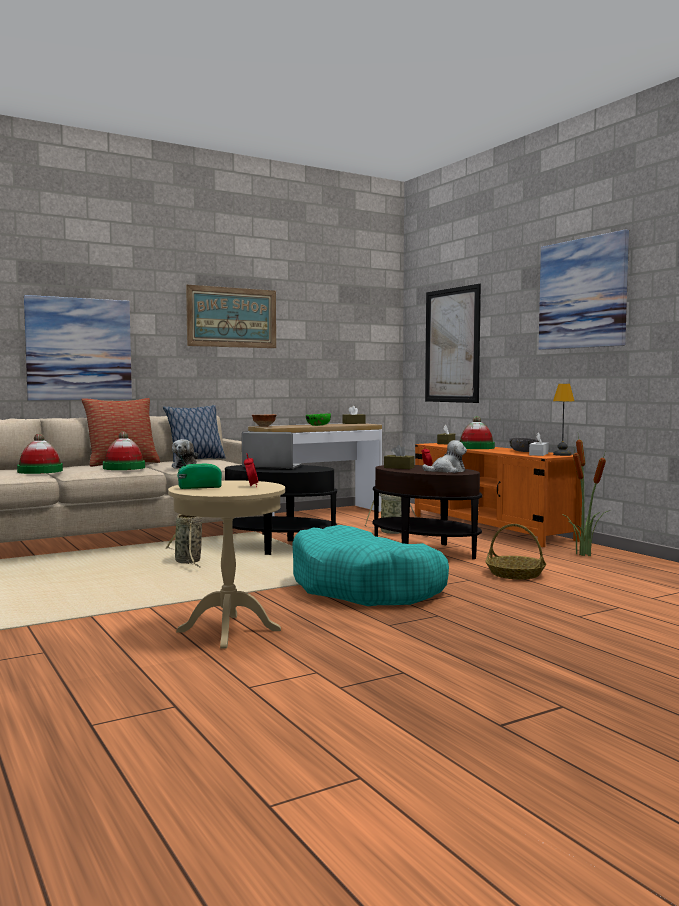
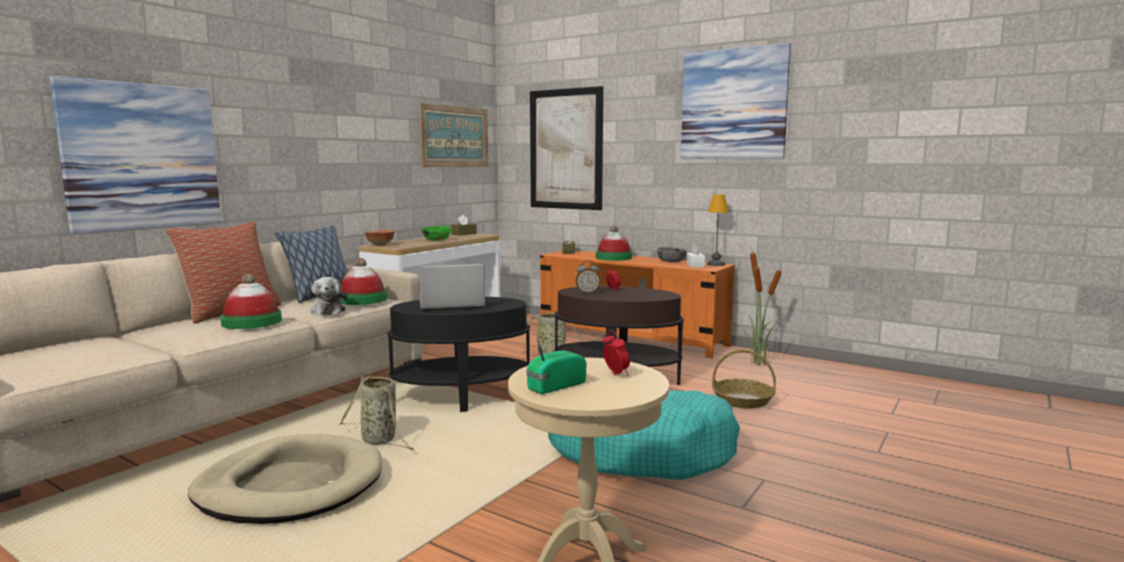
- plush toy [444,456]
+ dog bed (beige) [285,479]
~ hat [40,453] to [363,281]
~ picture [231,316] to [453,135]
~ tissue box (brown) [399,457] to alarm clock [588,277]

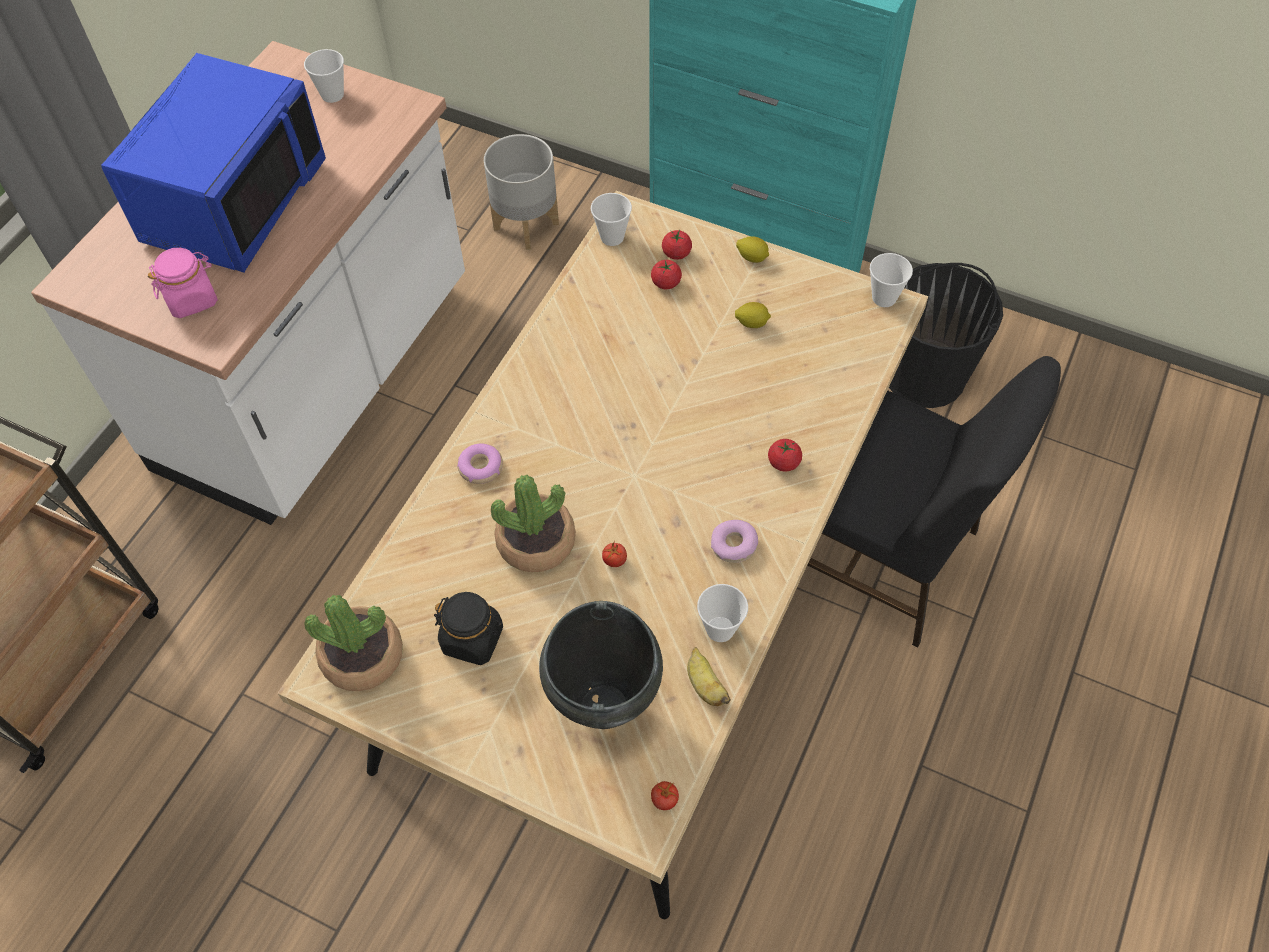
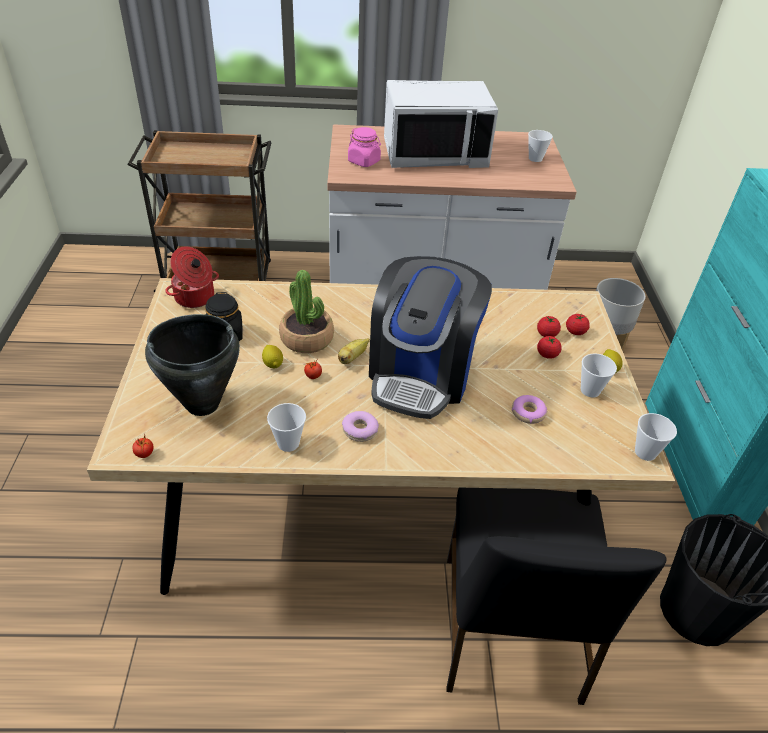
+ coffee machine [430,337]
~ donut [480,463] to [529,409]
~ cup [611,219] to [599,375]
~ banana [709,676] to [354,351]
~ lemon [753,315] to [272,356]
~ tomato [785,455] to [549,347]
~ potted plant [354,643] to cooking pot [192,277]
~ microwave (blue) [213,163] to microwave (white) [441,124]

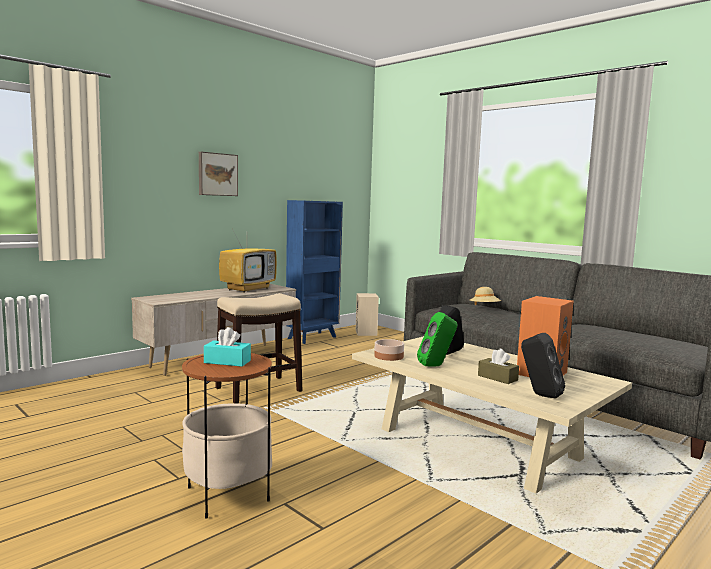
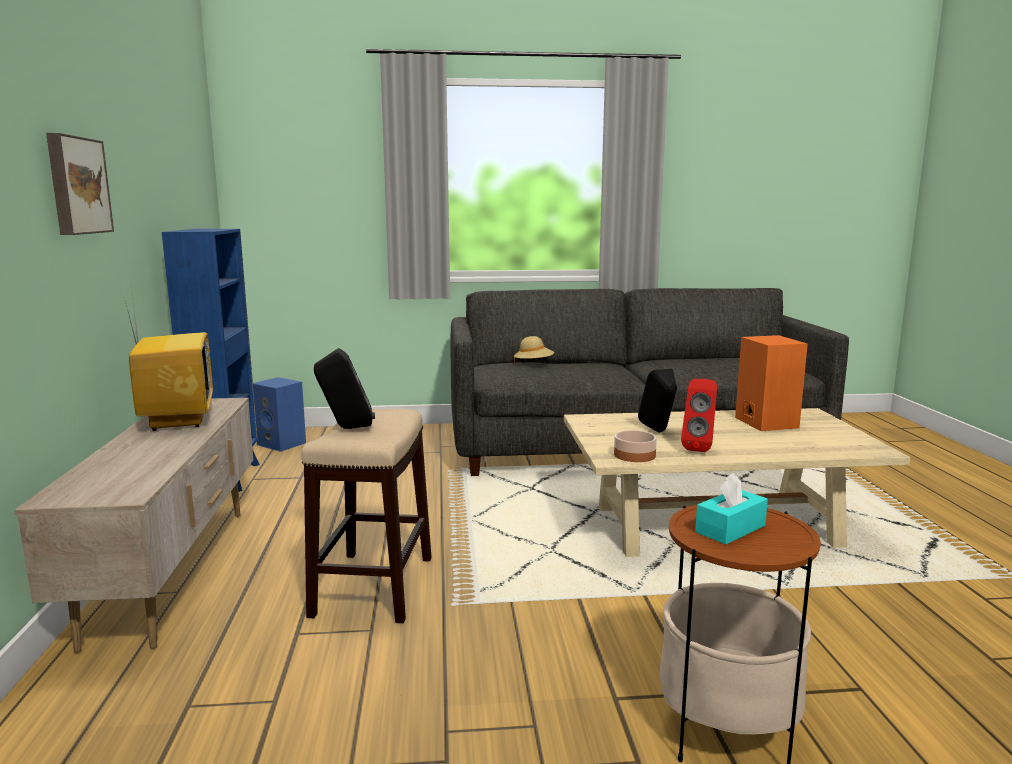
- tissue box (brown) [498,366]
~ speaker (black) [543,366] to [344,388]
~ speaker (beige) [367,314] to speaker (blue) [279,414]
~ speaker (green) [437,339] to speaker (red) [699,415]

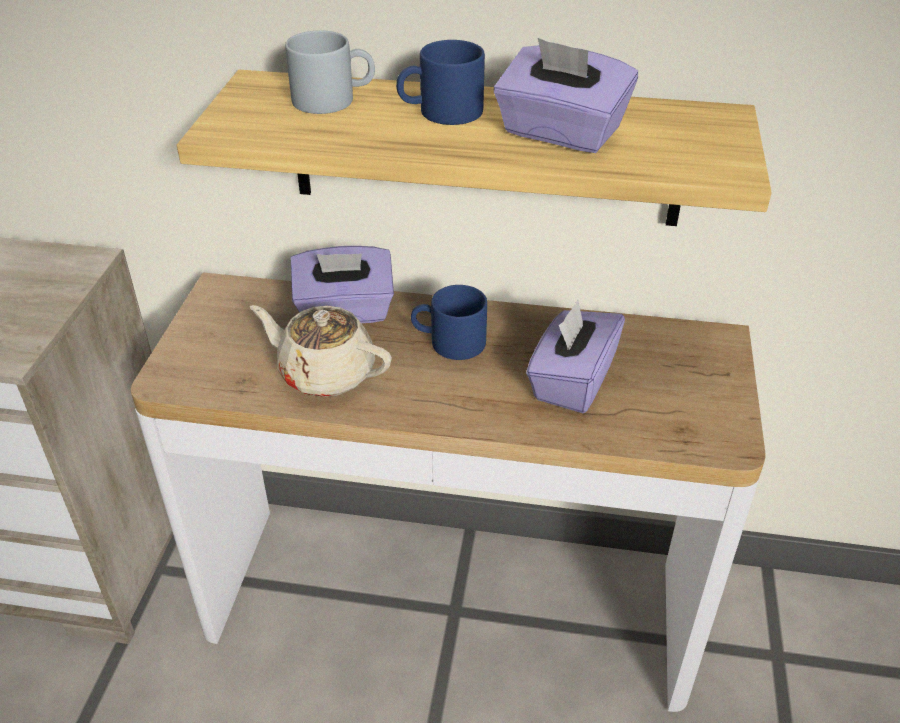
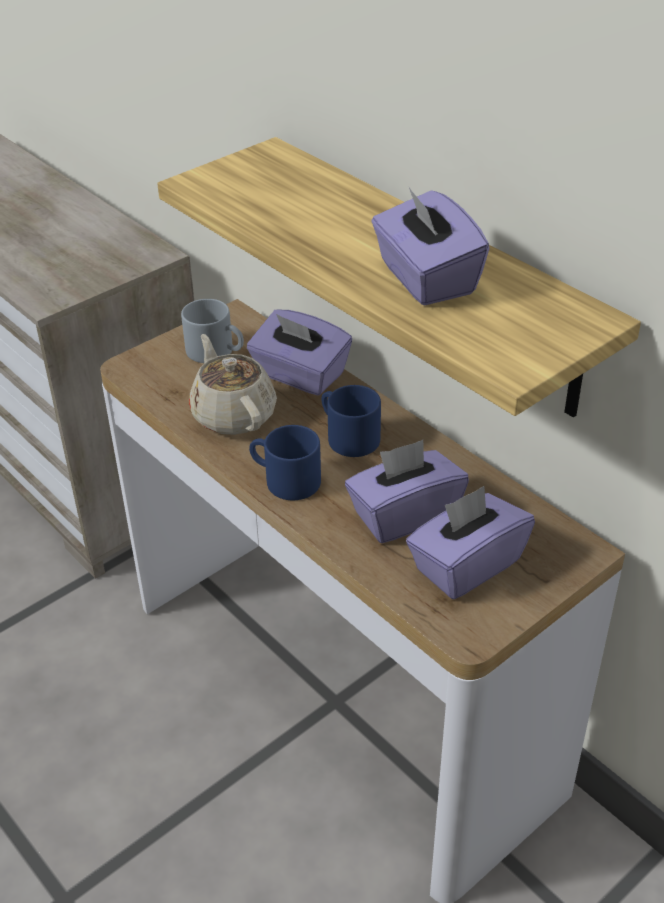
+ tissue box (purple) [470,542]
~ mug (grey) [330,72] to [212,331]
~ mug (blue) [440,82] to [285,462]

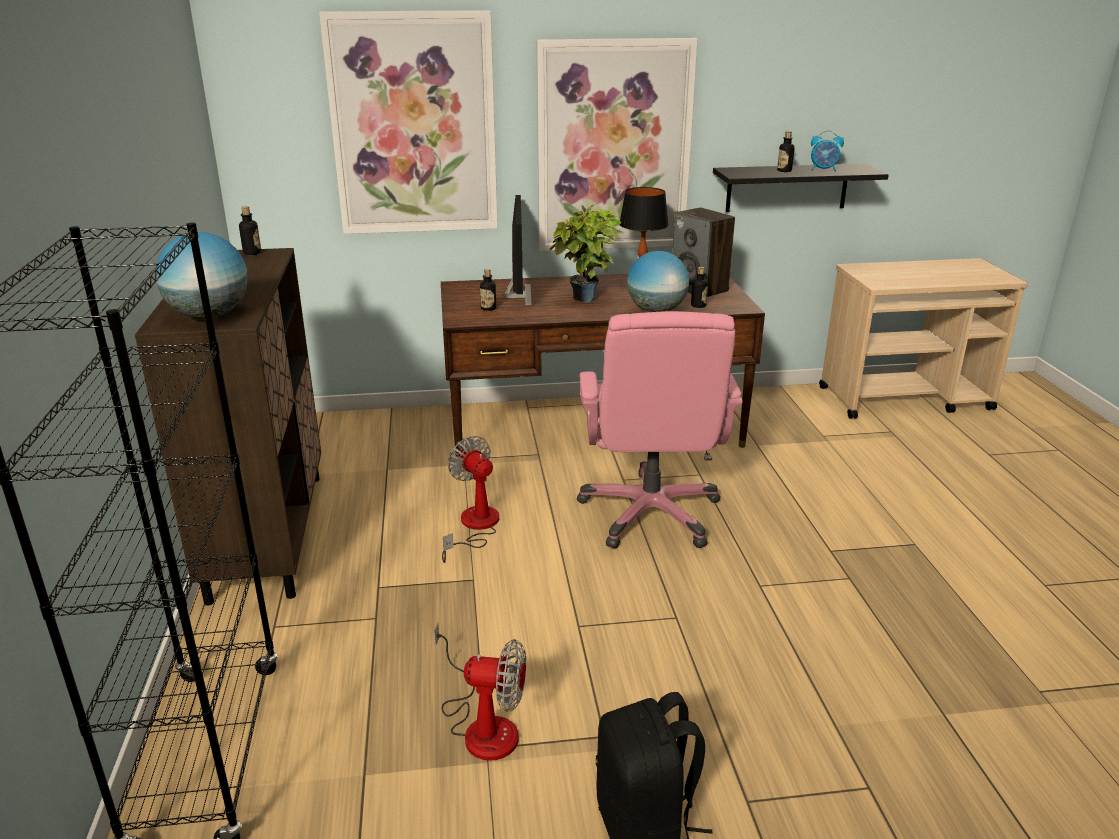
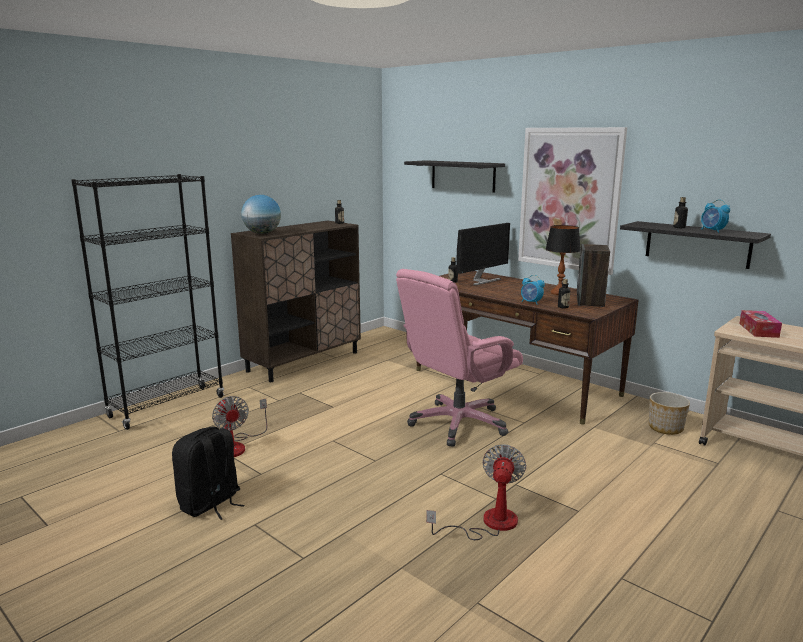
- potted plant [586,254]
+ planter [669,413]
+ tissue box [760,324]
~ fan [470,499] to [476,492]
~ picture [408,122] to shelf (black) [454,176]
~ globe [658,281] to alarm clock [533,290]

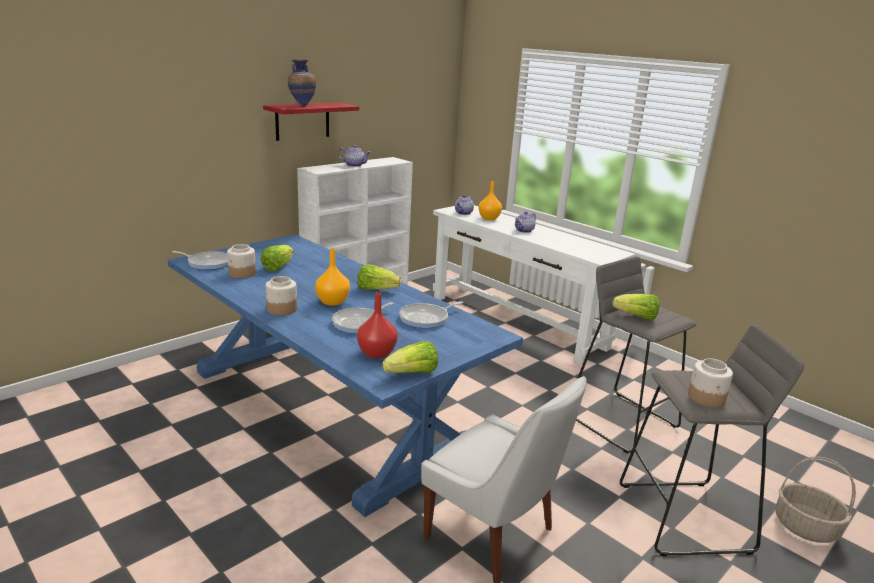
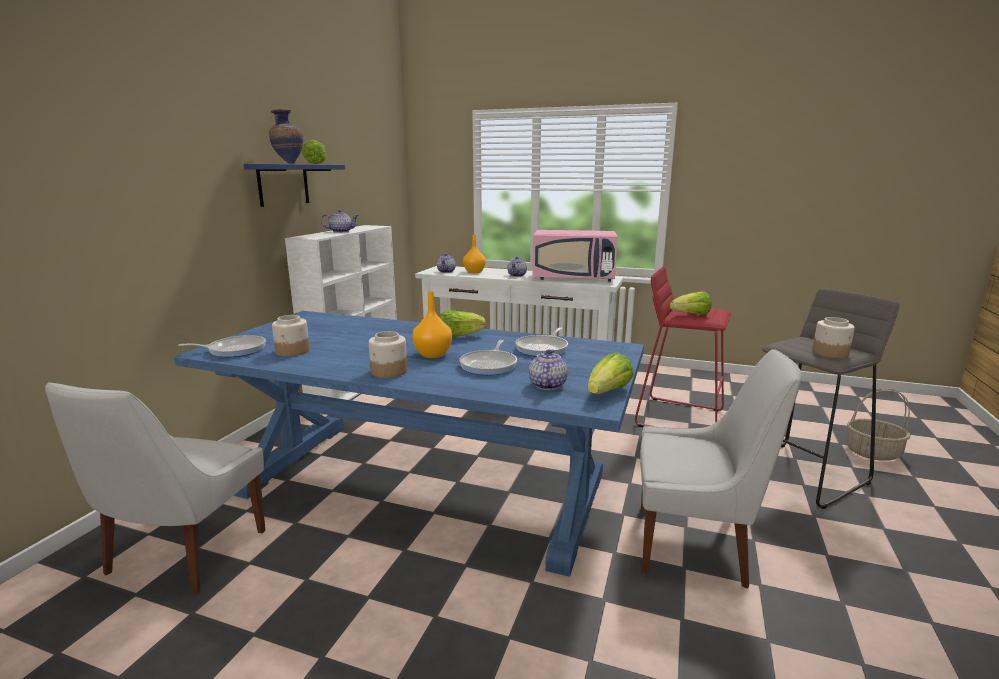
+ chair (white) [155,488]
+ microwave (pink) [575,256]
~ lettuce [277,258] to [314,151]
~ vase (red) [377,325] to teapot [548,369]
~ shelf (red) [311,121] to shelf (blue) [294,185]
~ stool (grey) [636,355] to stool (red) [683,347]

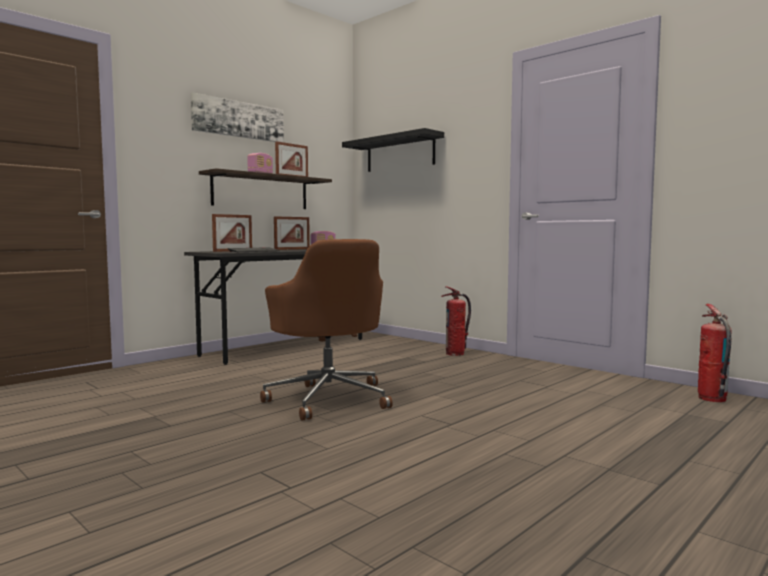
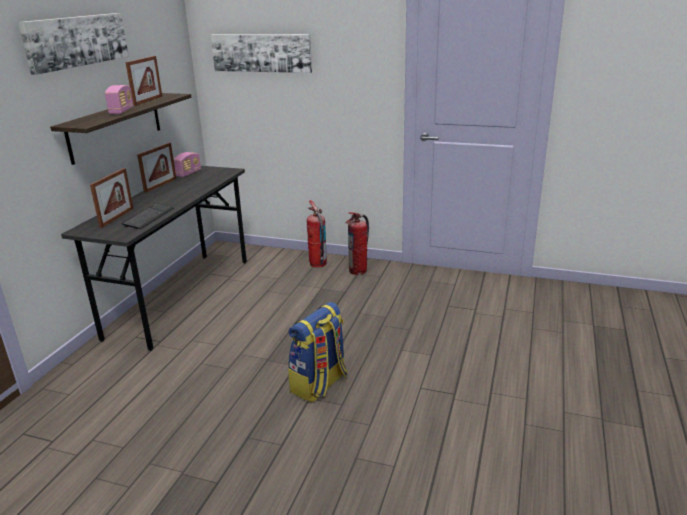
~ fire extinguisher [715,353] to [317,234]
~ office chair (brown) [326,329] to backpack [317,352]
~ shelf (black) [393,150] to picture [261,53]

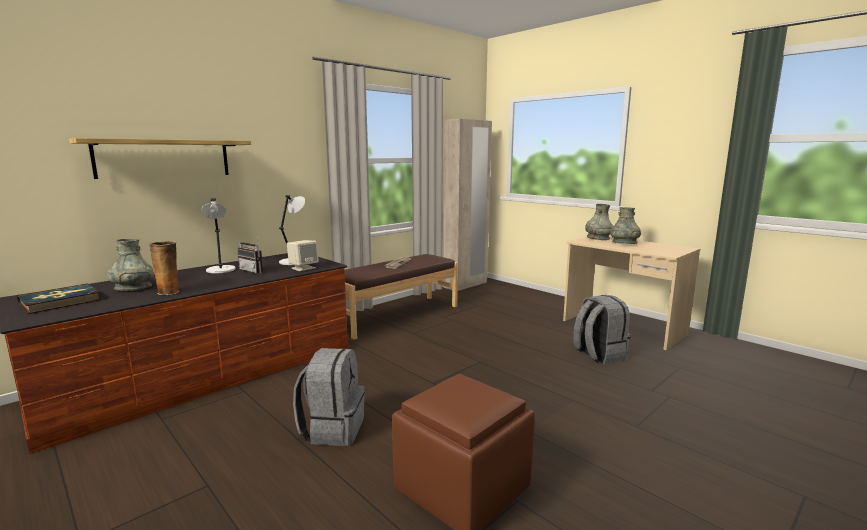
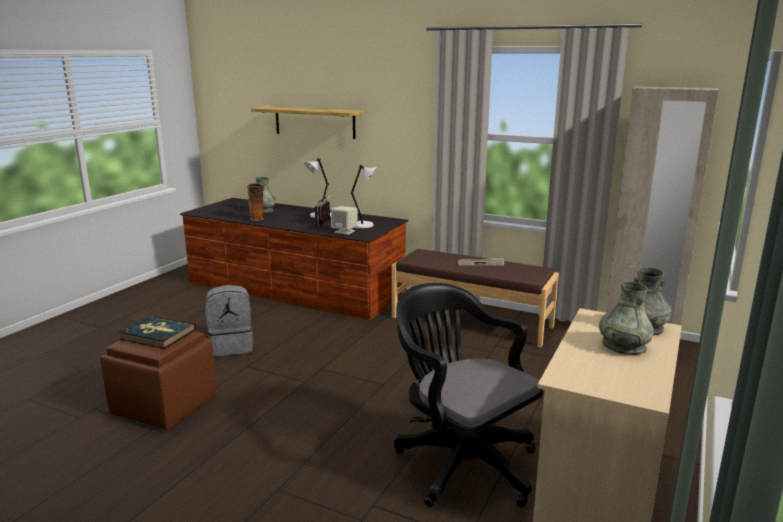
~ book [59,298] to [157,332]
~ backpack (grey) [602,329] to office chair (black) [468,395]

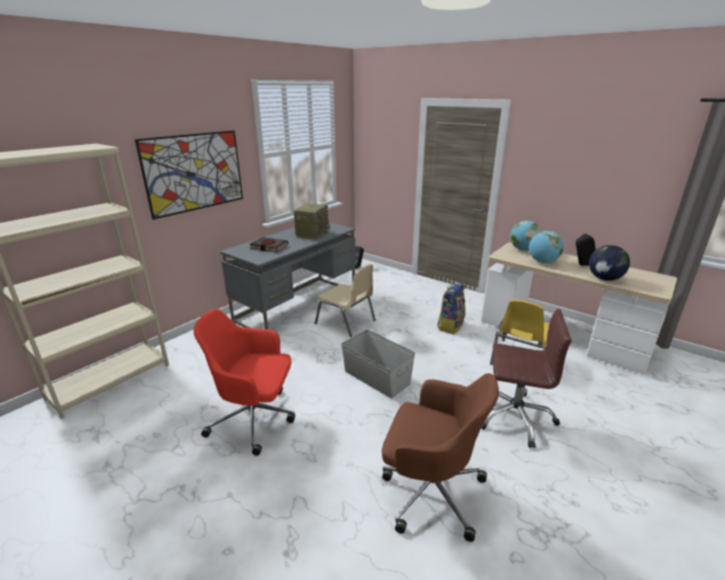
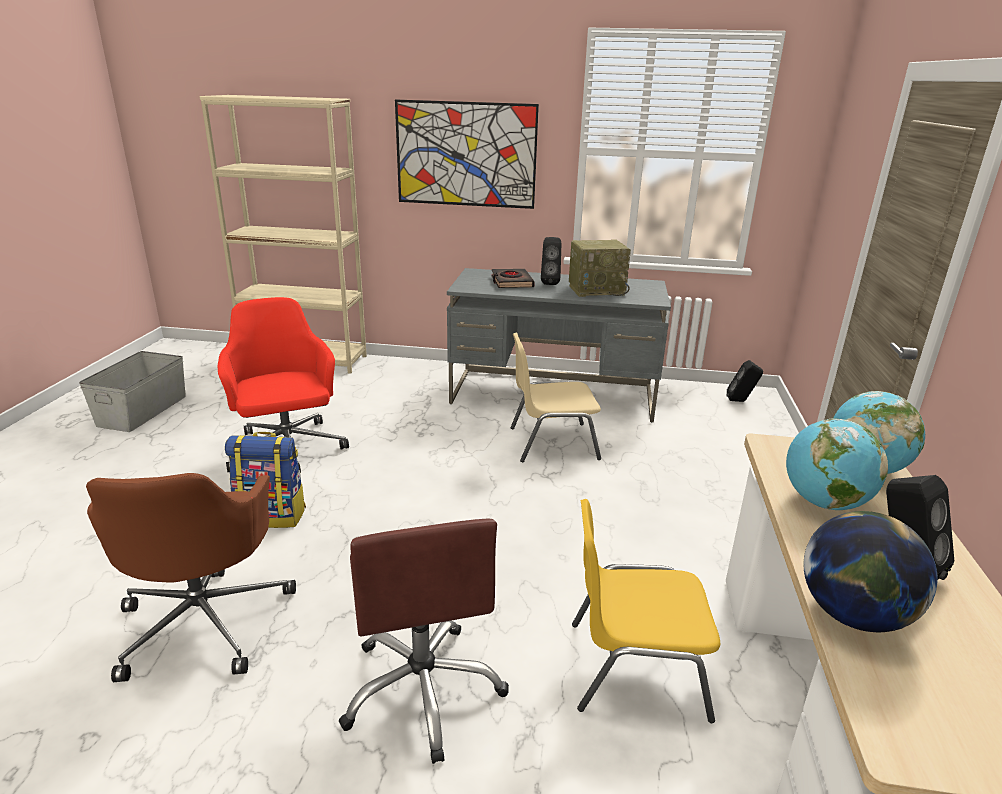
+ speaker (black) [551,261]
~ storage box (grey) [378,364] to [132,391]
~ backpack [452,308] to [265,480]
~ chair (beige) [345,300] = [556,397] 75 degrees clockwise

